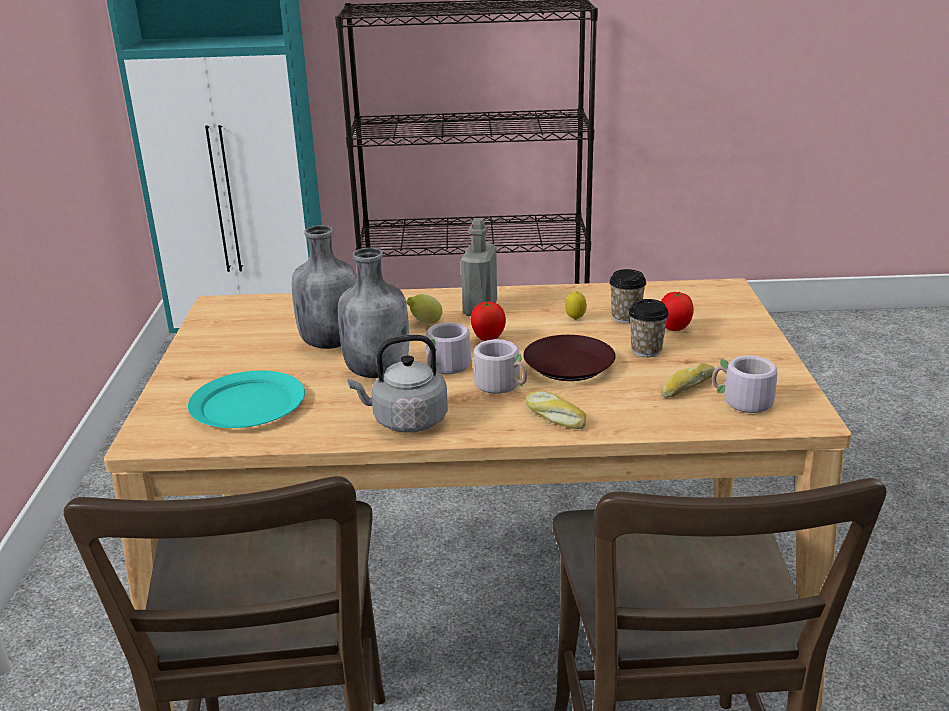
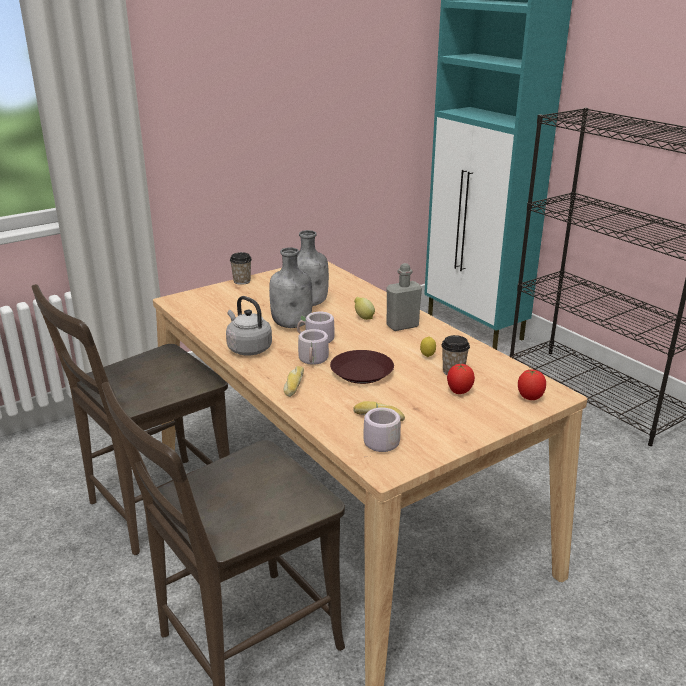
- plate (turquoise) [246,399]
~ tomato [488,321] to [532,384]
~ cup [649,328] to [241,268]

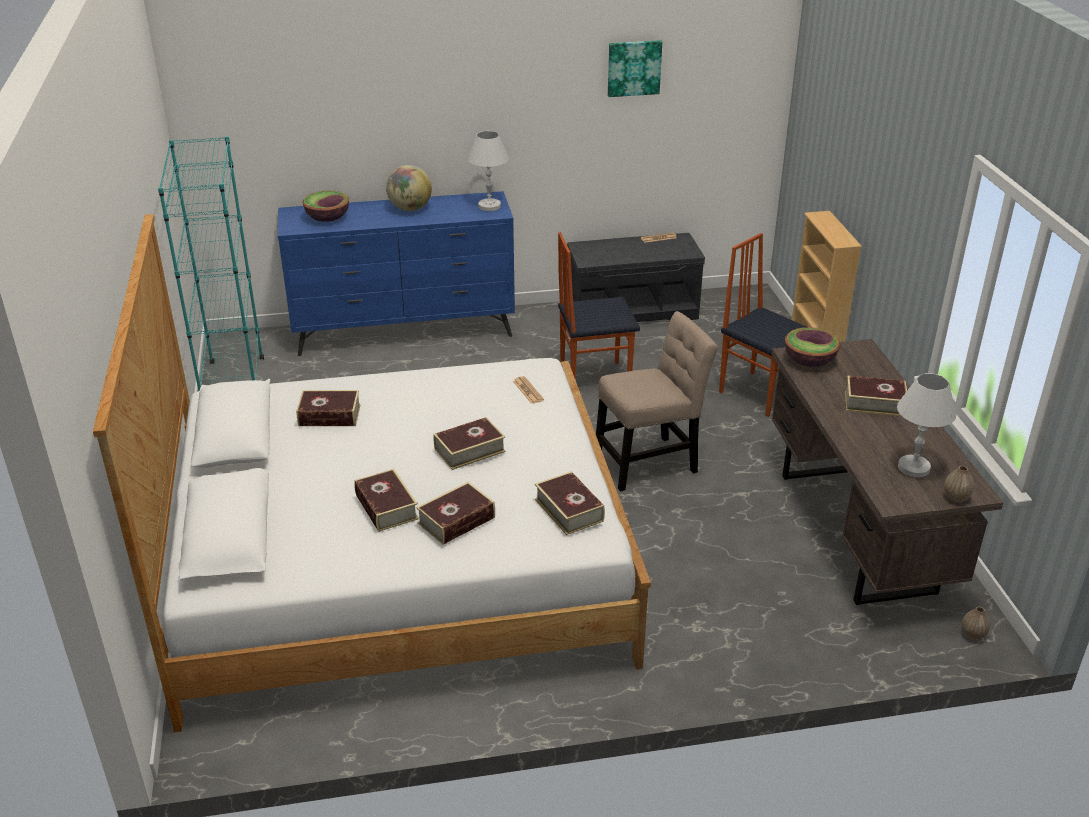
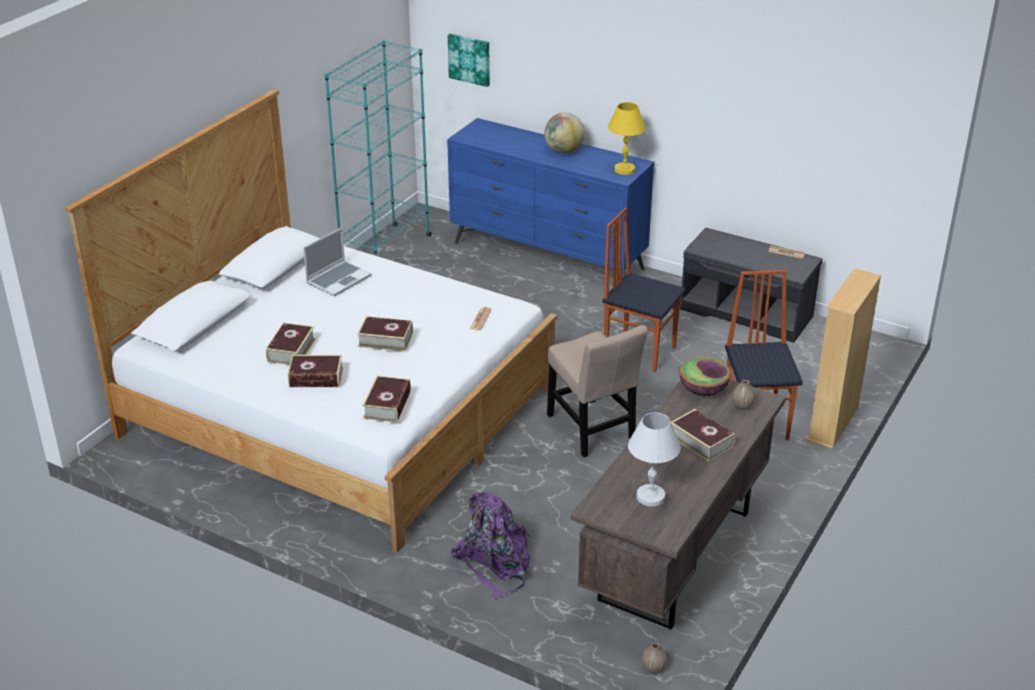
- bowl [326,206]
+ backpack (purple) [491,545]
~ picture [635,68] to [469,60]
~ vase [959,484] to [743,395]
~ book [328,408] to laptop [337,261]
~ table lamp (white) [488,171] to table lamp (yellow) [627,138]
~ chair (beige) [657,401] = [597,391] 45 degrees clockwise

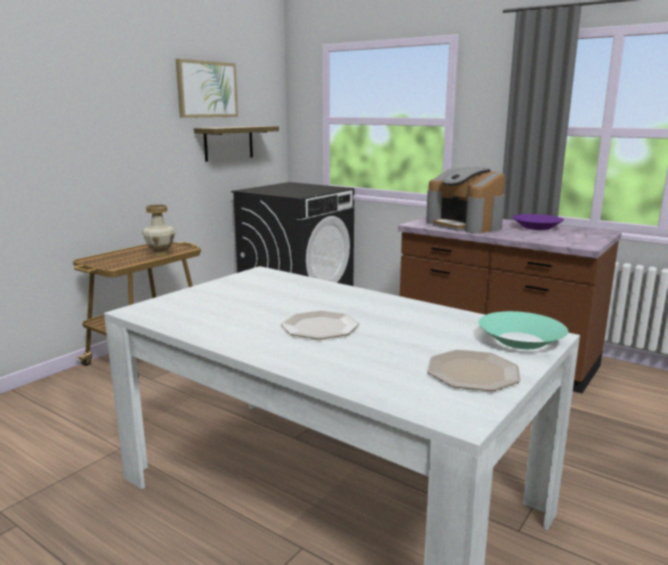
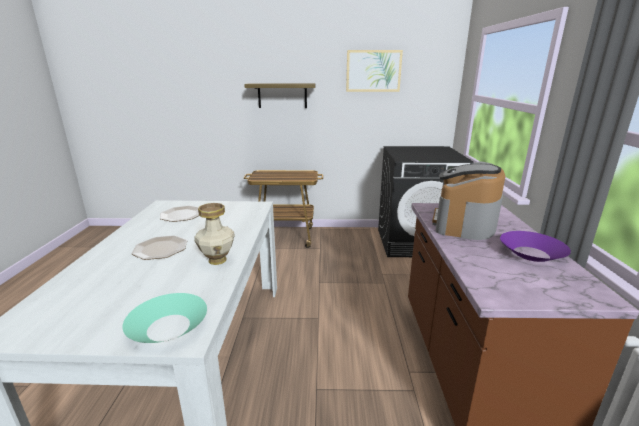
~ vase [158,230] to [214,234]
~ shelf [236,144] to [280,95]
~ plate [474,370] to [179,214]

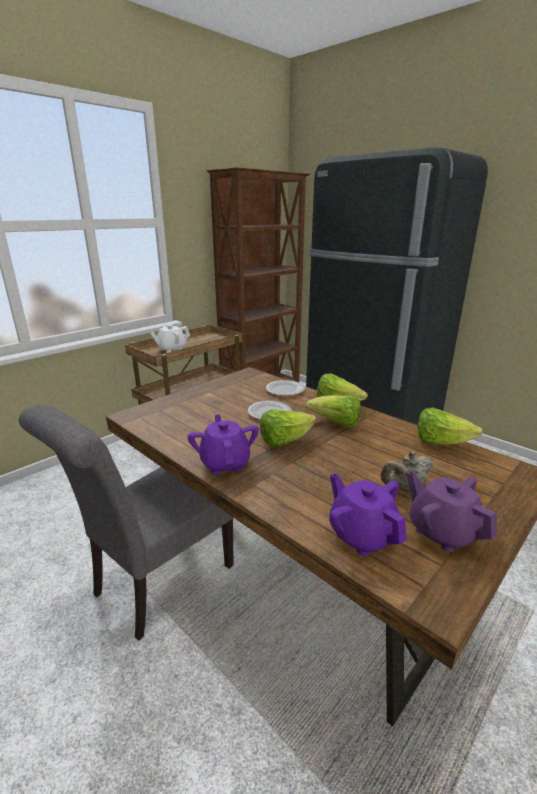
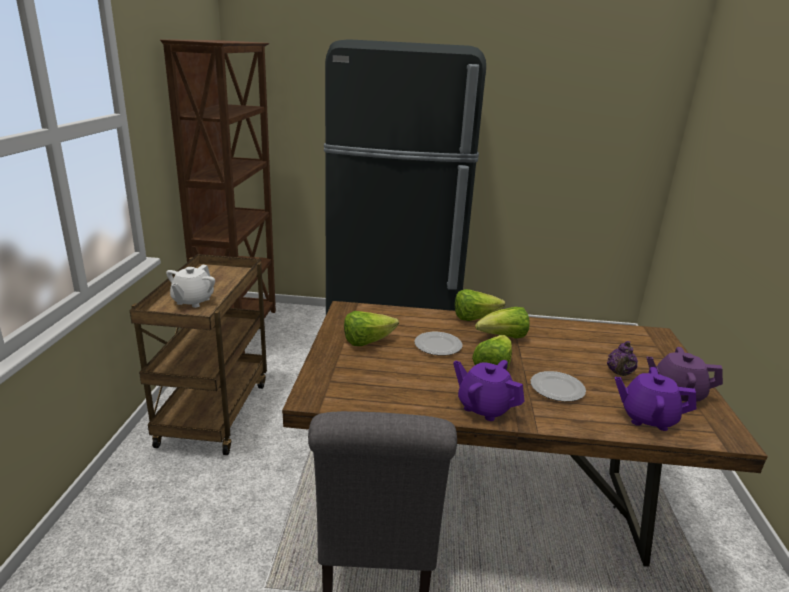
~ plate [285,388] to [558,386]
~ lettuce [450,426] to [371,328]
~ teapot (beige) [407,471] to teapot (purple) [622,358]

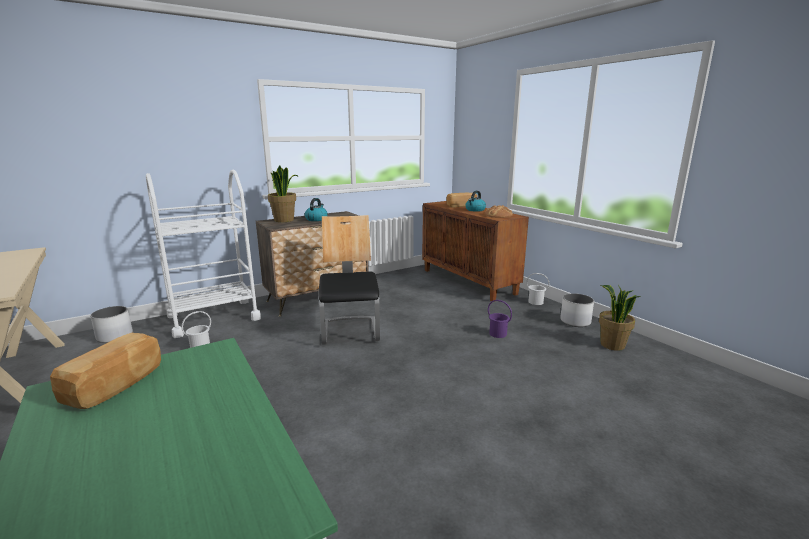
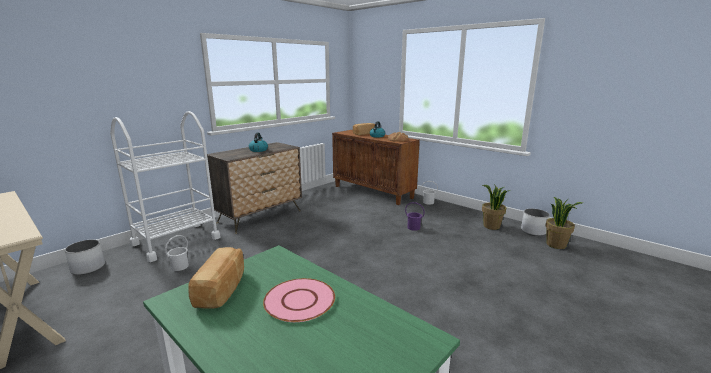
- chair [349,280]
+ plate (pink) [299,300]
~ potted plant [283,194] to [564,223]
~ planter (white) [577,310] to [535,222]

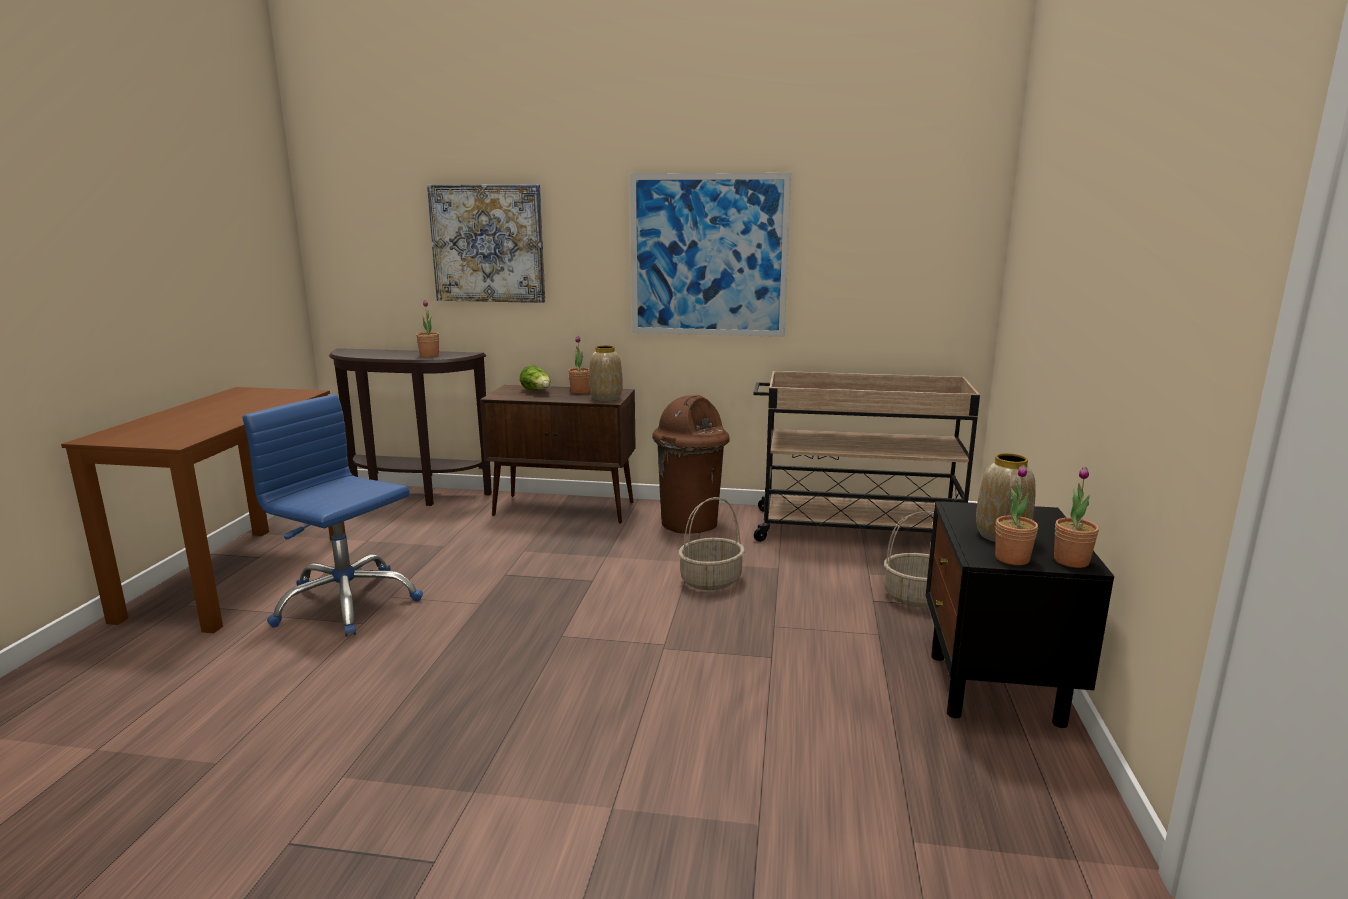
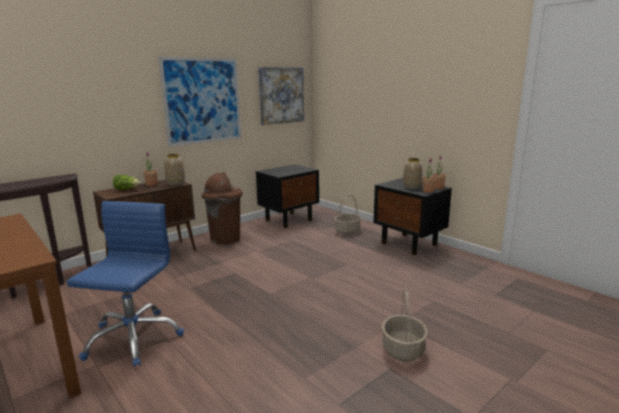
- potted plant [427,328]
~ picture [486,243] to [281,96]
~ basket [711,543] to [405,325]
~ cart (beige) [867,456] to nightstand (black) [287,196]
~ office chair (blue) [333,515] = [125,284] 120 degrees clockwise

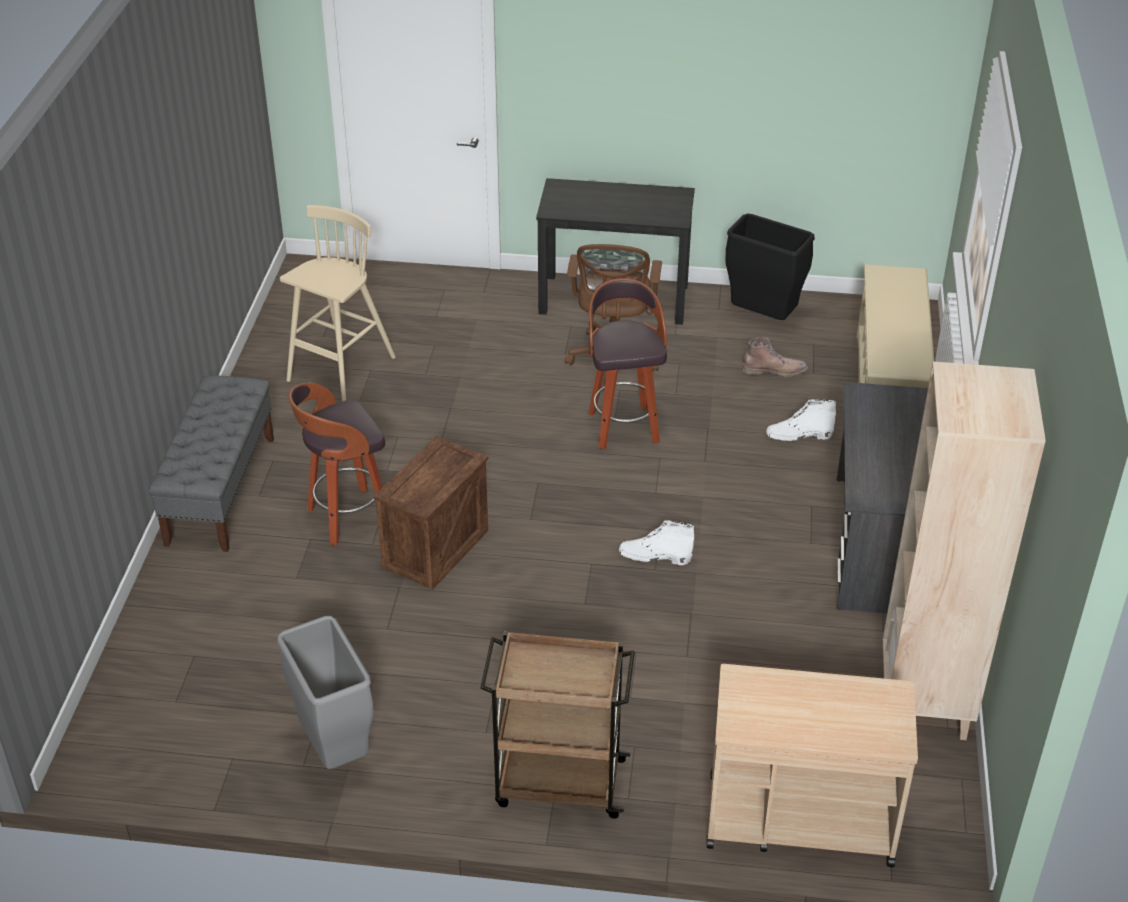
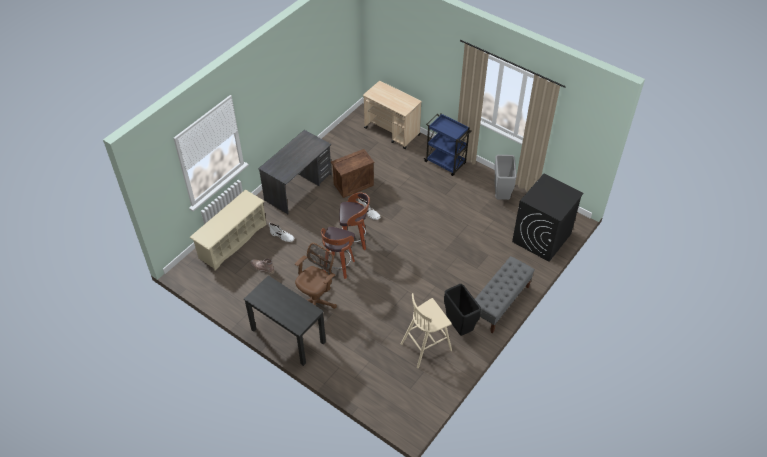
- bookcase (beige) [964,550]
+ washing machine (black) [548,218]
~ stool [336,464] to [354,221]
~ crate [430,513] to [352,173]
~ trash can (black) [770,266] to [462,310]
~ cart (brown) [557,725] to cart (blue) [448,144]

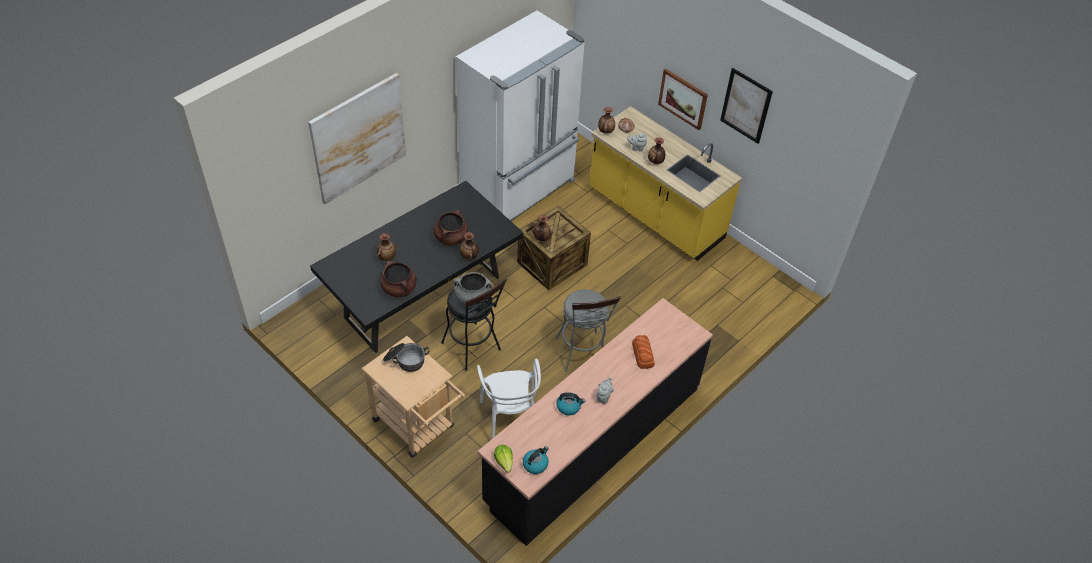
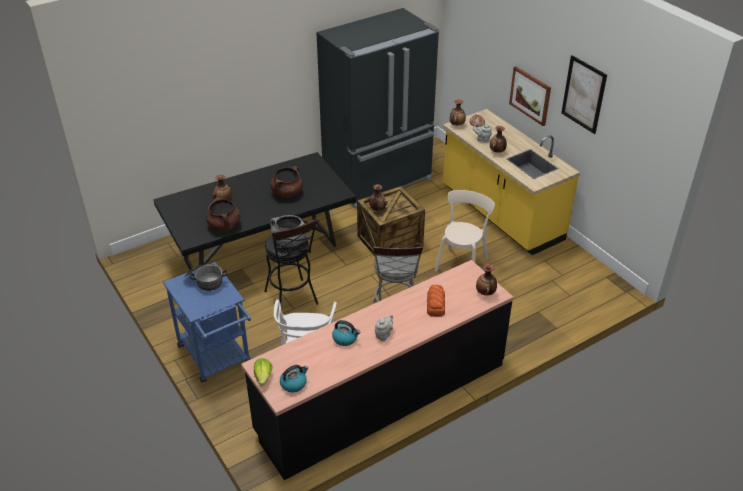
- picture [357,138]
+ chair (beige) [465,230]
~ vase [469,246] to [486,279]
~ cart (beige) [413,397] to cart (blue) [207,322]
~ fridge (white) [520,116] to fridge (black) [377,108]

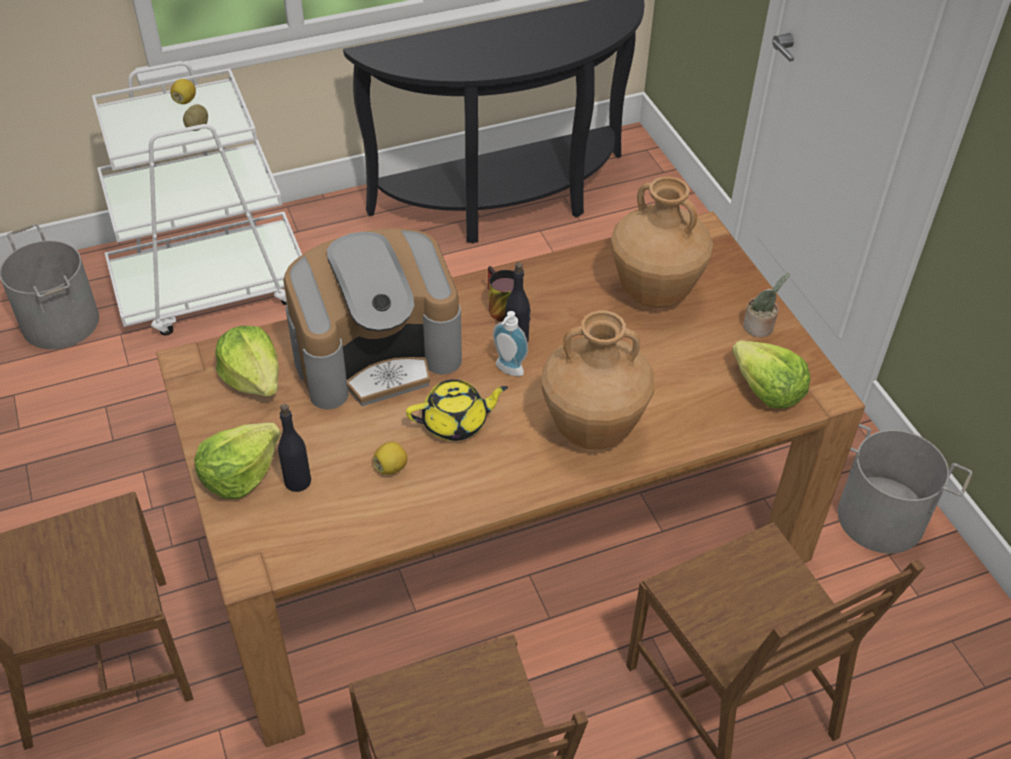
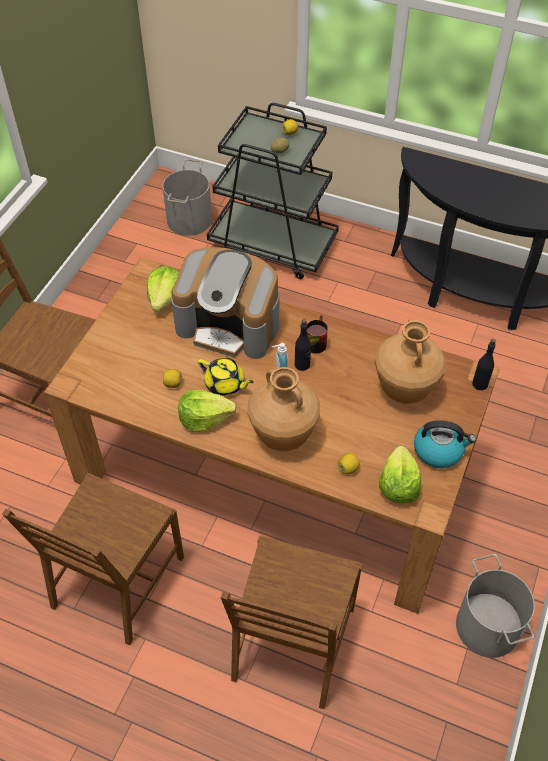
+ lemon [349,463]
~ lettuce [237,461] to [207,411]
~ bottle (black) [294,448] to [484,364]
~ potted plant [766,305] to kettle [445,444]
~ cart (white) [197,198] to cart (black) [273,191]

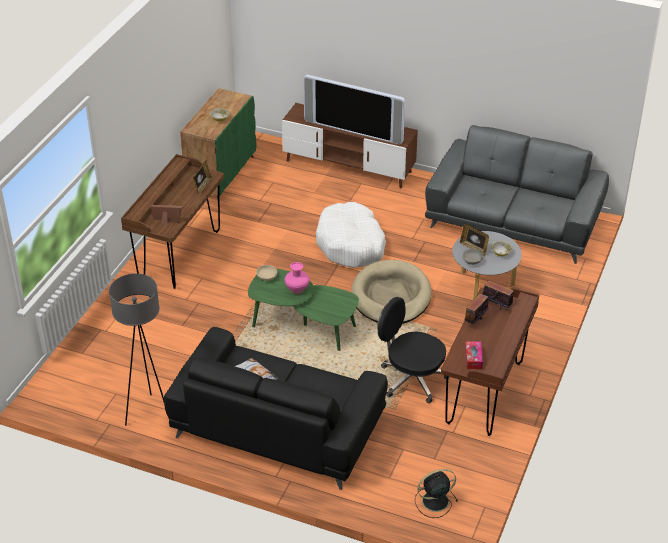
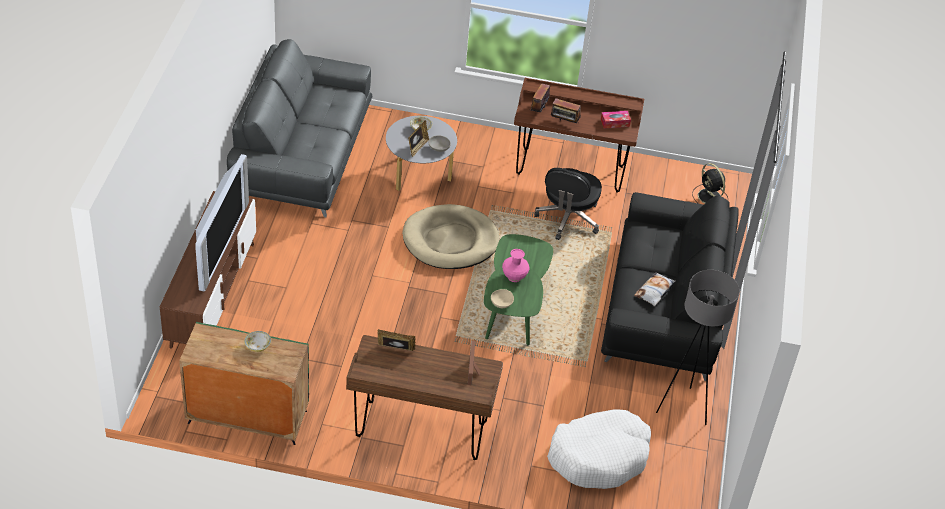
~ dog bed (white) [351,235] to [599,449]

